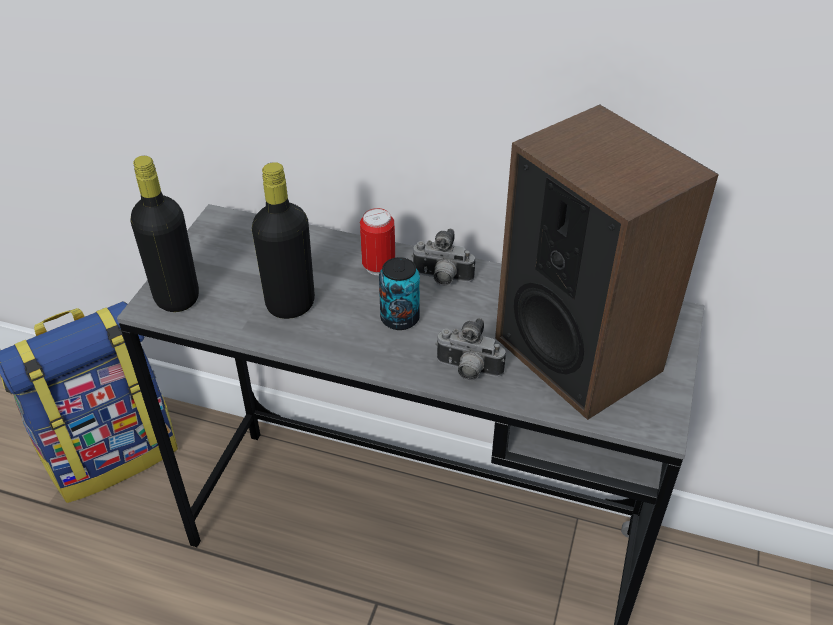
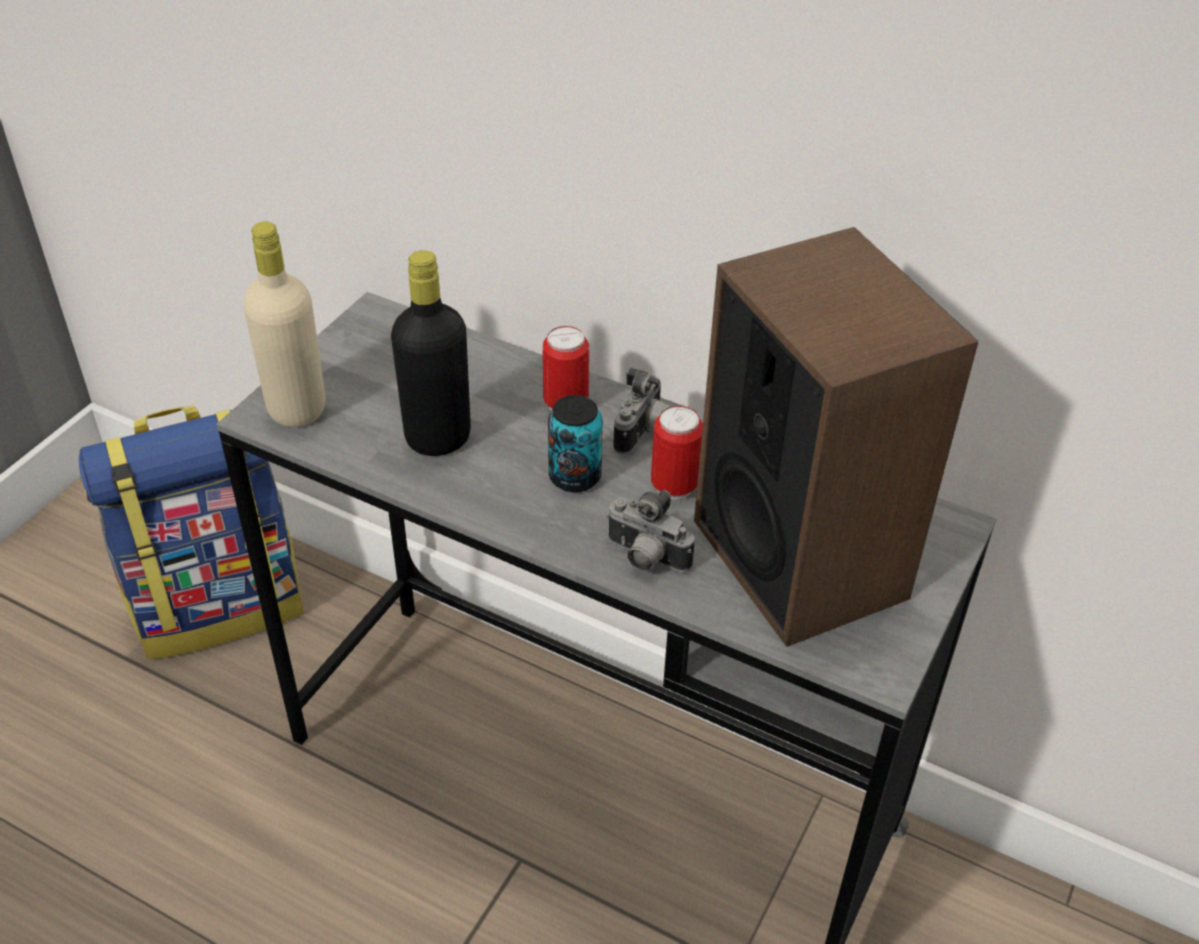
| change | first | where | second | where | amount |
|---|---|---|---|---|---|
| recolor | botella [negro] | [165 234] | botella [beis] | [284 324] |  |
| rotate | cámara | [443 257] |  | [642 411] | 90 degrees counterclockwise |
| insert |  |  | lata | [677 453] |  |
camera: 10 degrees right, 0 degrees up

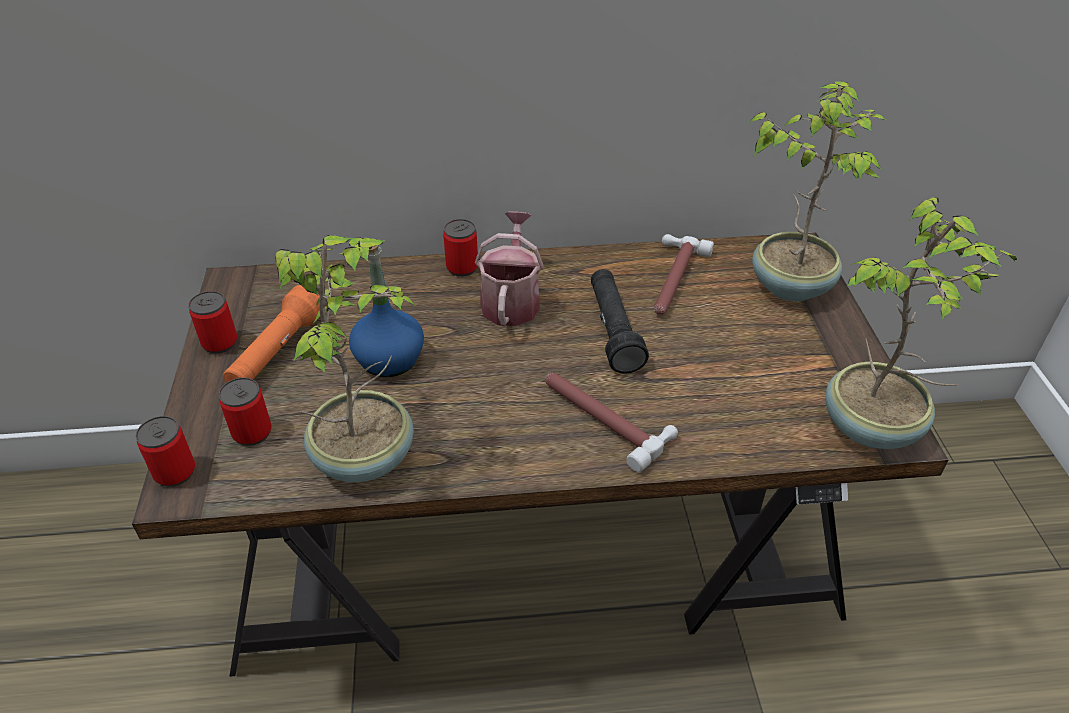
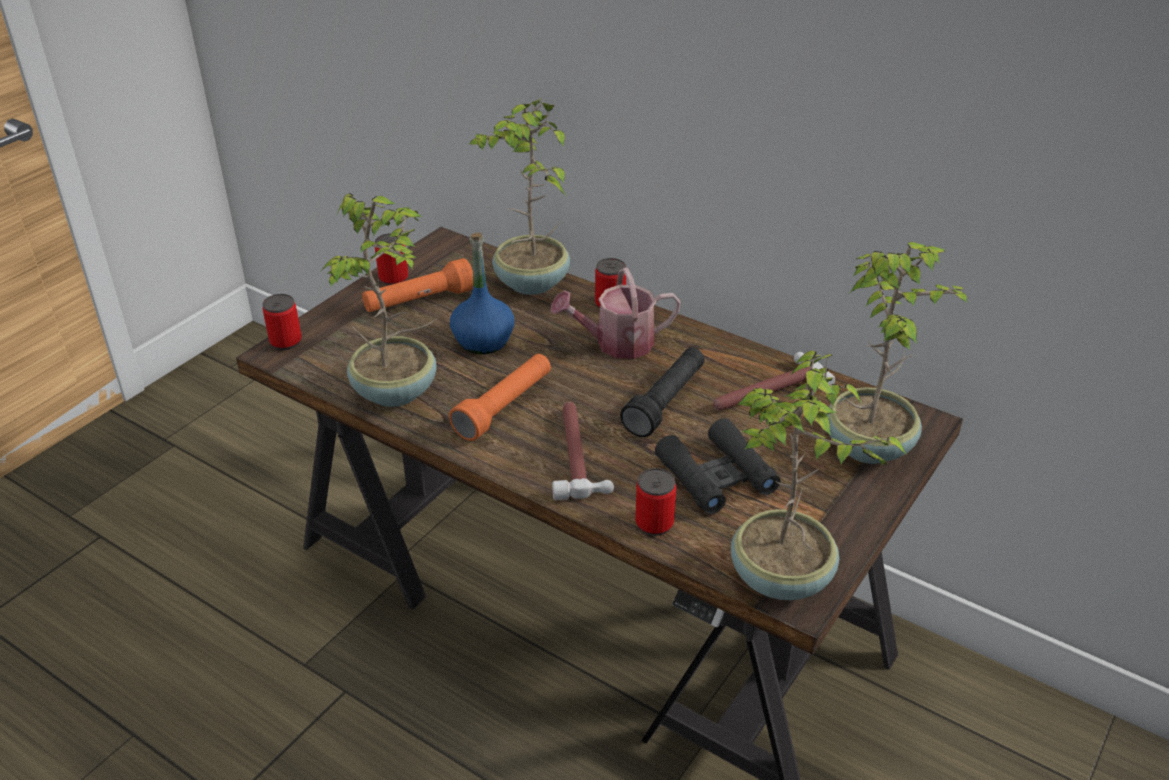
| change | first | where | second | where | amount |
|---|---|---|---|---|---|
| move | lata | [245 412] |  | [655 502] |  |
| rotate | regadera | [509 268] |  | [616 313] | 150 degrees counterclockwise |
| insert |  |  | linterna [naranja] | [500 397] |  |
| insert |  |  | planta en maceta | [519 196] |  |
| insert |  |  | prismáticos [negro] | [718 466] |  |
camera: 40 degrees right, 5 degrees down

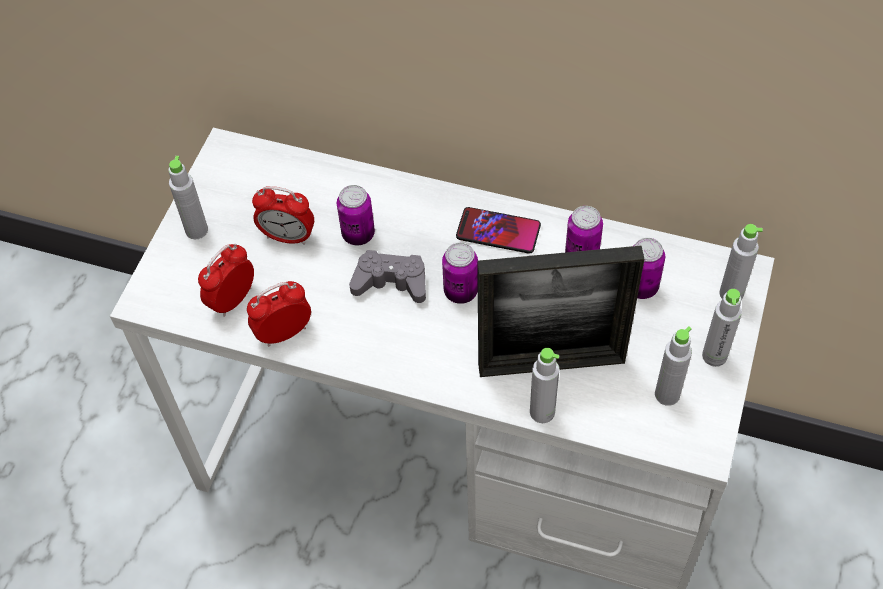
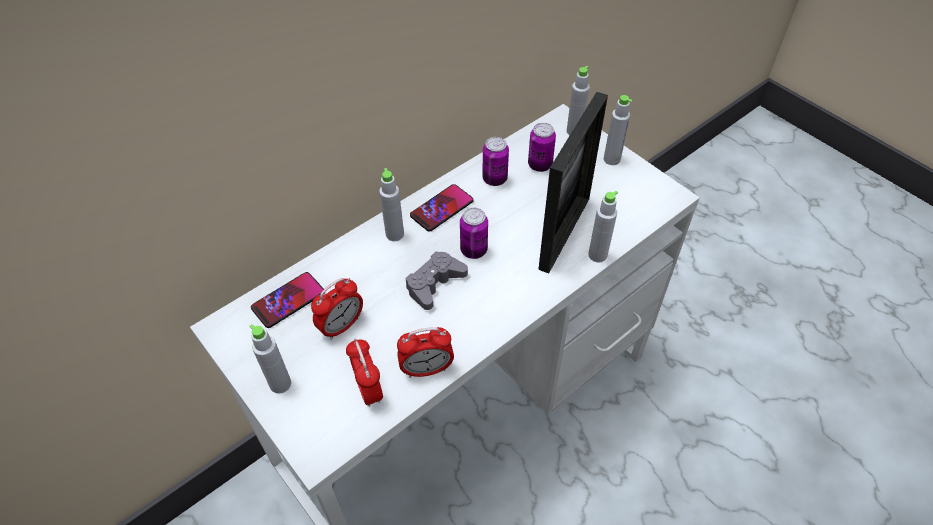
| change | first | where | second | where | amount |
|---|---|---|---|---|---|
| rotate | despertador | [279 314] |  | [425 352] | 105 degrees counterclockwise |
| delete | lata | [356 215] |  |  |  |
| move | botella [gris] | [673 366] |  | [391 204] |  |
| insert |  |  | móvil | [287 300] |  |
camera: 60 degrees left, 5 degrees down

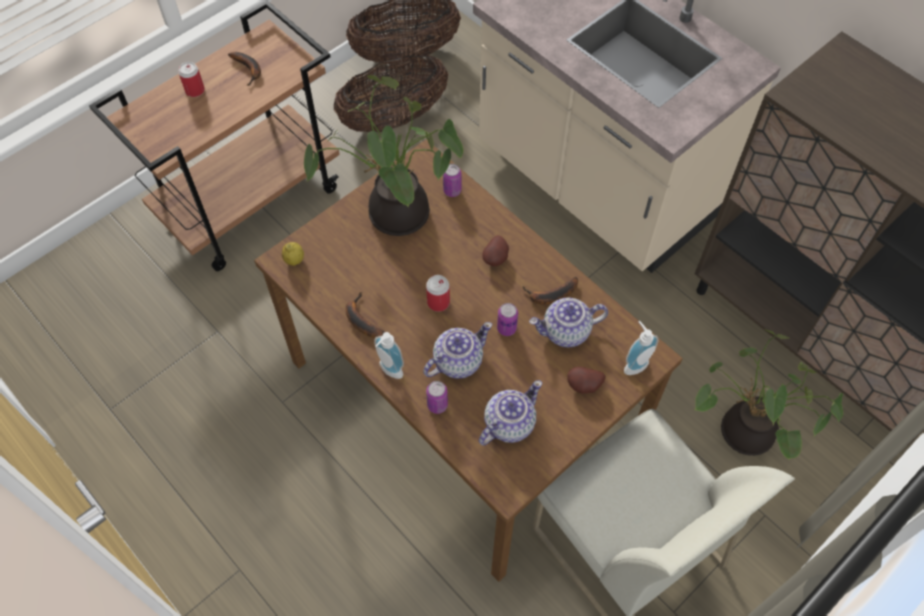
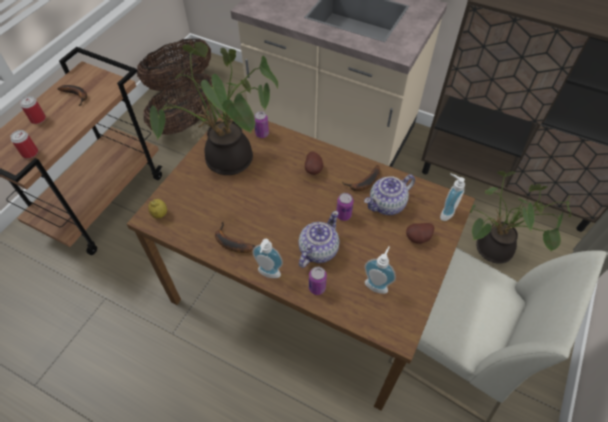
| change | first | where | second | where | amount |
|---|---|---|---|---|---|
| move | lata | [438 293] |  | [24 144] |  |
| replace | tetera | [510 412] | dispensador de jabón | [380 270] |  |
camera: 20 degrees left, 5 degrees down

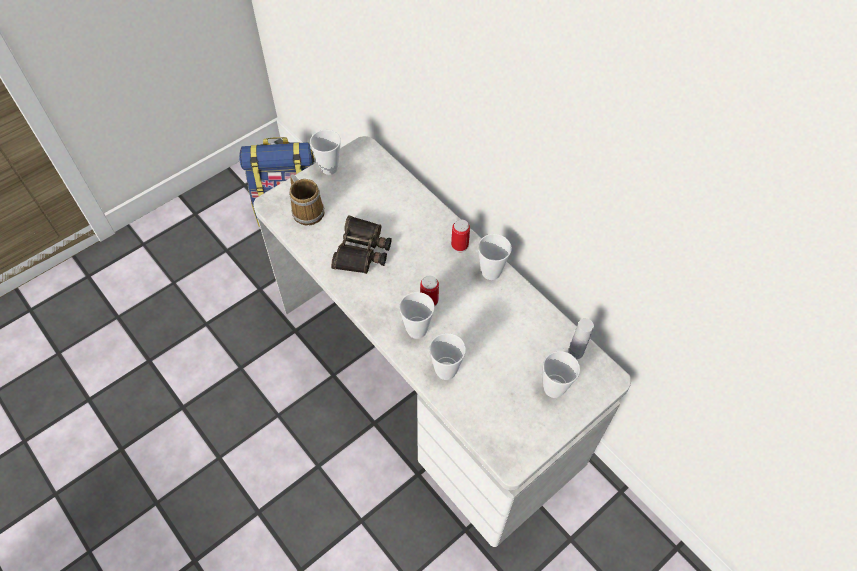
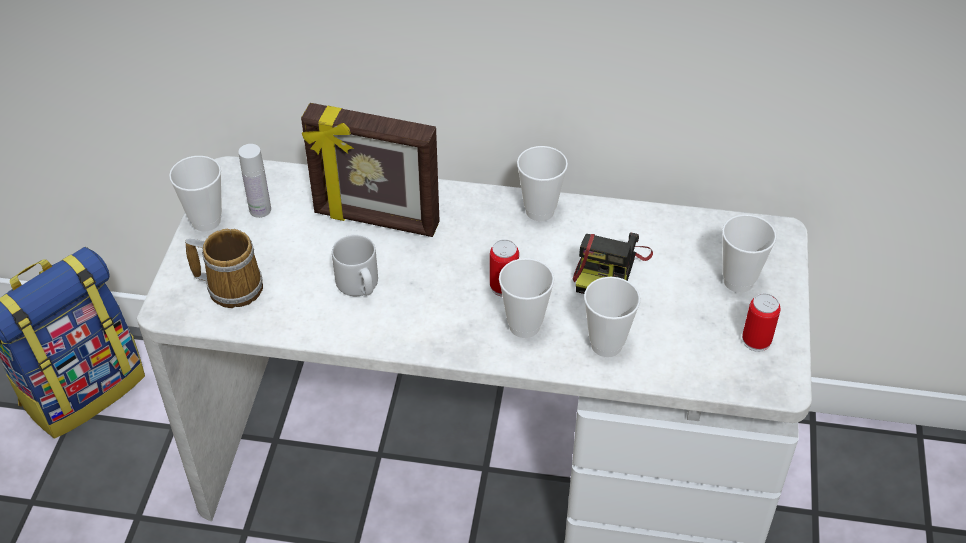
| change | first | where | second | where | amount |
|---|---|---|---|---|---|
| replace | prismáticos | [361 244] | taza grande [gris] | [355 265] |  |
| move | lata | [460 235] |  | [761 322] |  |
| move | botella [blanco] | [581 338] |  | [254 181] |  |
| insert |  |  | portarretratos | [370 170] |  |
| insert |  |  | cámara | [613 263] |  |
camera: 40 degrees left, 10 degrees down

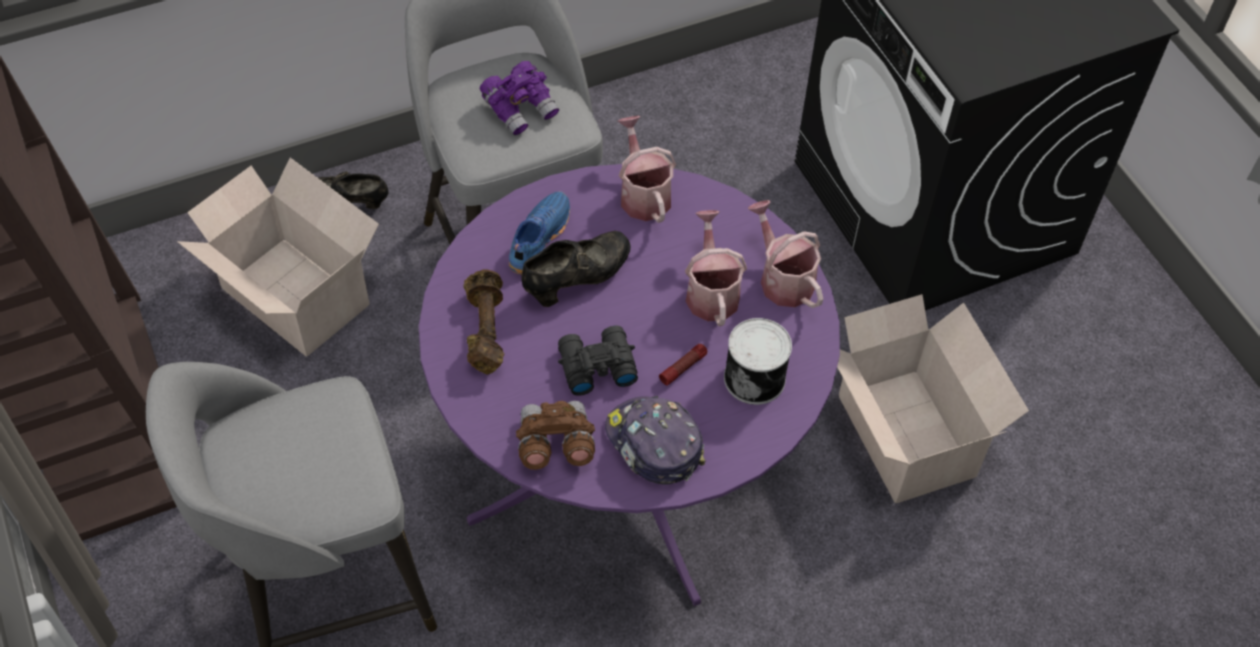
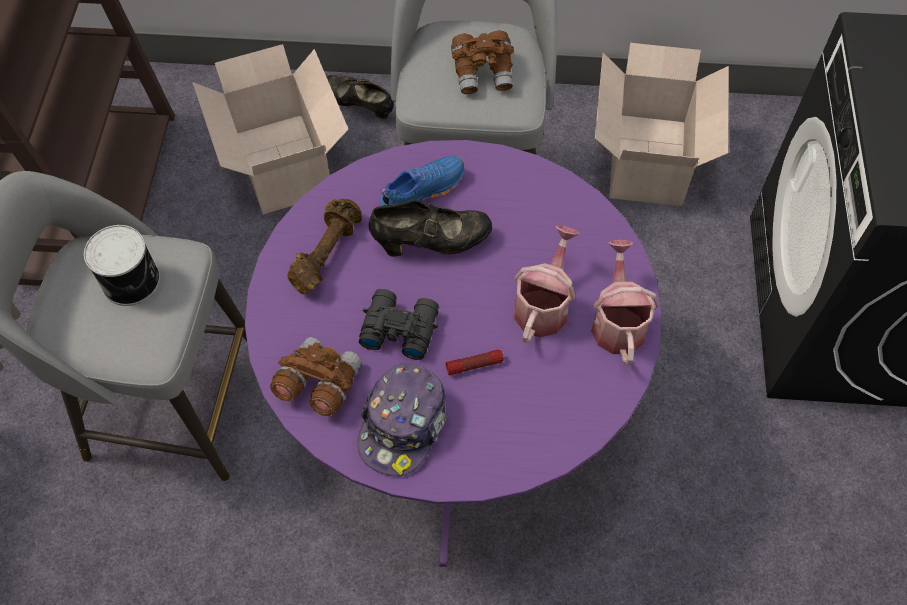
| change | first | where | second | where | amount |
|---|---|---|---|---|---|
| recolor | prismáticos [morado] | [519 98] | prismáticos [marrón] | [482 62] |  |
| rotate | gorra | [655 440] |  | [402 420] | 150 degrees counterclockwise |
| delete | regadera | [647 169] |  |  |  |
| move | lata | [758 361] |  | [122 265] |  |
| move | caja de cartón | [933 398] |  | [662 124] |  |
camera: 30 degrees right, 5 degrees up

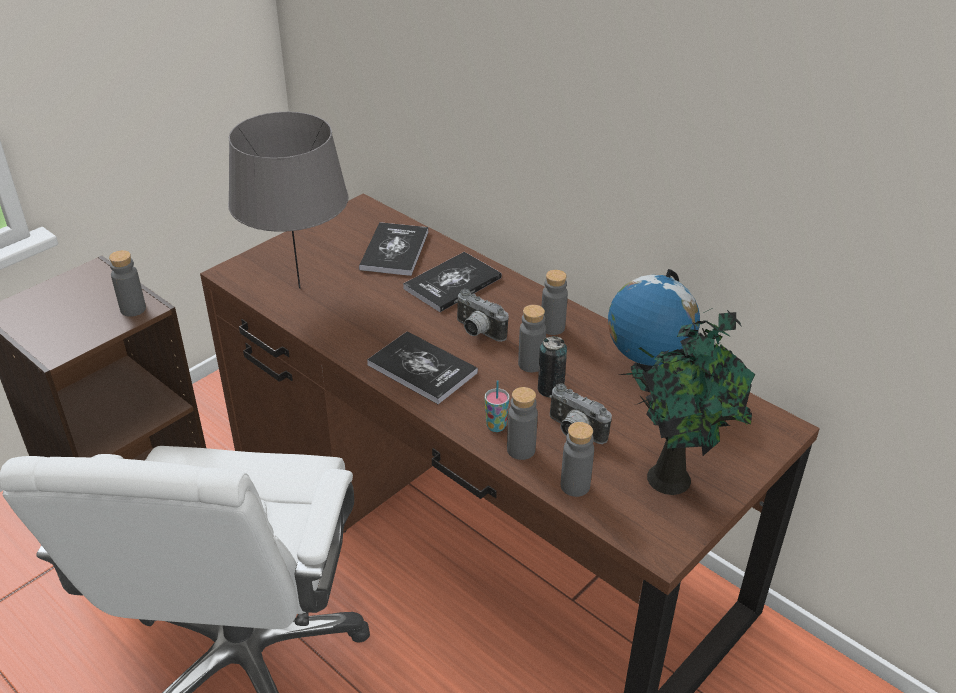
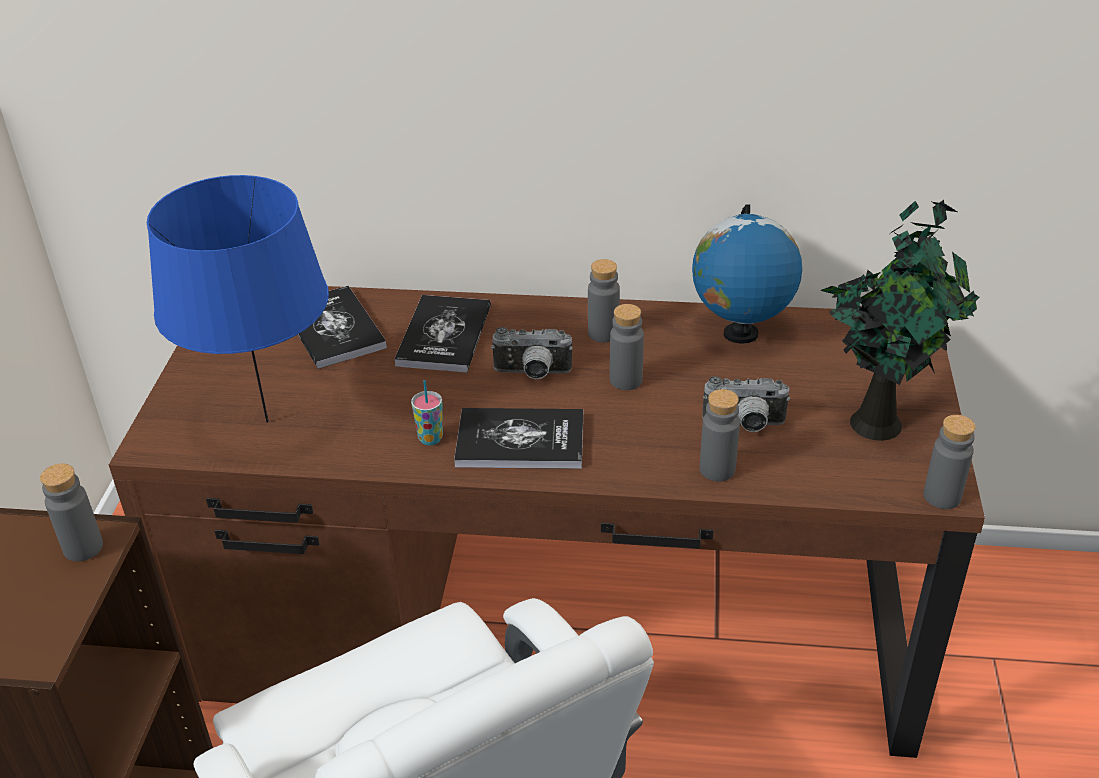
| change | first | where | second | where | amount |
|---|---|---|---|---|---|
| recolor | lámpara de mesa [gris] | [288 200] | lámpara de mesa [azul] | [238 299] |  |
| move | taza | [497 406] |  | [427 412] |  |
| delete | lata | [552 367] |  |  |  |
| move | botella [gris] | [577 459] |  | [950 462] |  |
camera: 35 degrees left, 0 degrees up

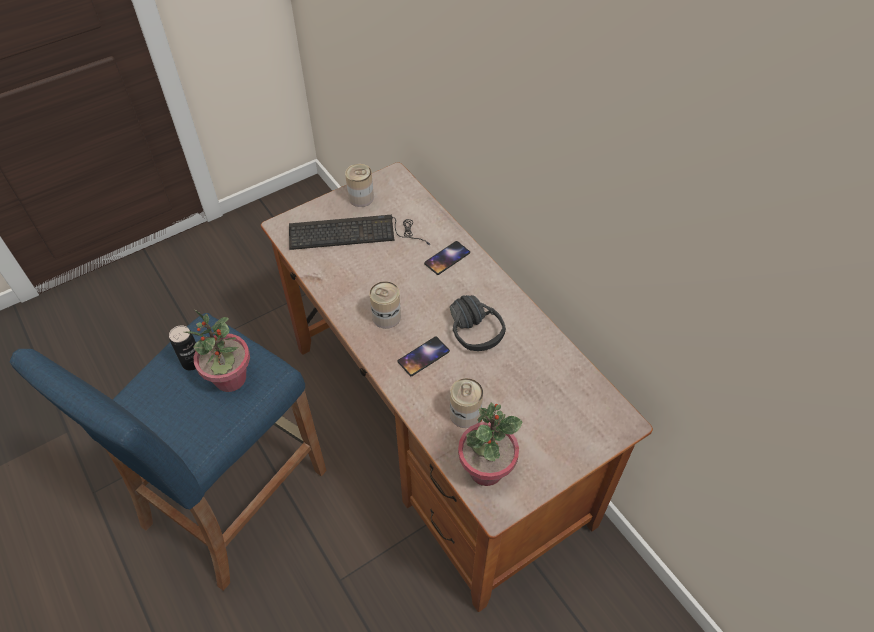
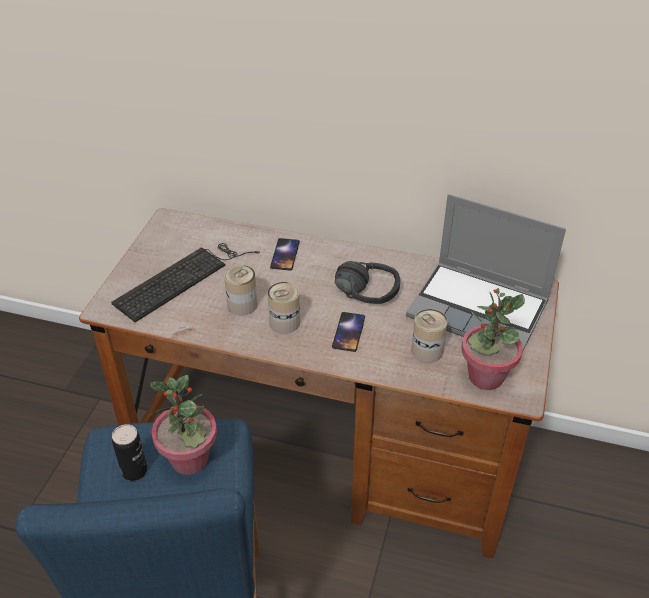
| change | first | where | second | where | amount |
|---|---|---|---|---|---|
| move | lata | [359 185] |  | [241 290] |  |
| insert |  |  | portátil | [486 273] |  |
camera: 40 degrees left, 10 degrees down

